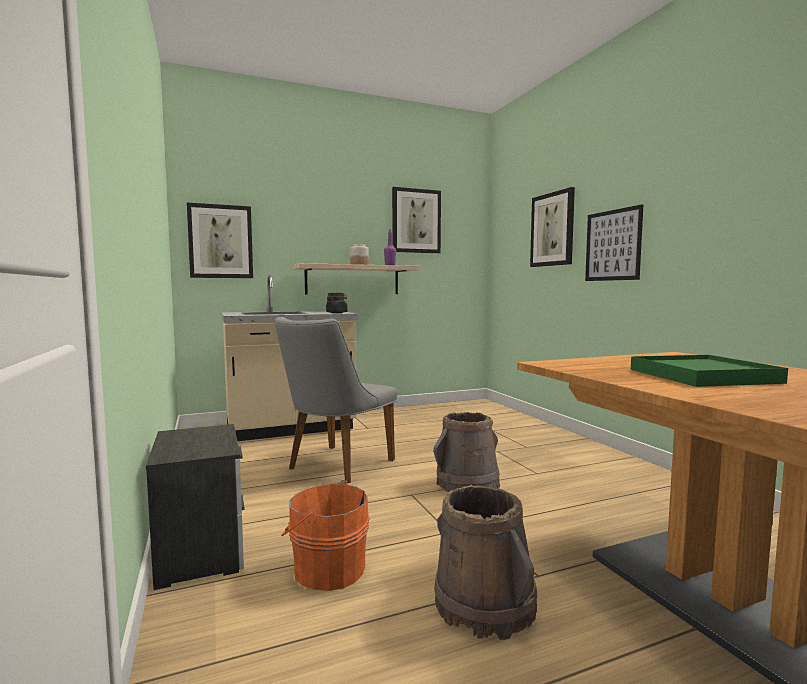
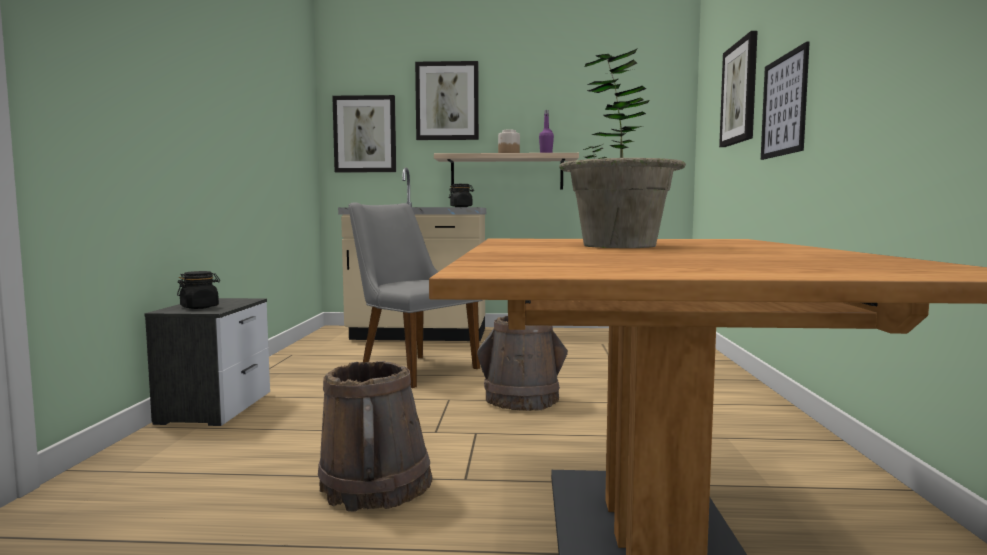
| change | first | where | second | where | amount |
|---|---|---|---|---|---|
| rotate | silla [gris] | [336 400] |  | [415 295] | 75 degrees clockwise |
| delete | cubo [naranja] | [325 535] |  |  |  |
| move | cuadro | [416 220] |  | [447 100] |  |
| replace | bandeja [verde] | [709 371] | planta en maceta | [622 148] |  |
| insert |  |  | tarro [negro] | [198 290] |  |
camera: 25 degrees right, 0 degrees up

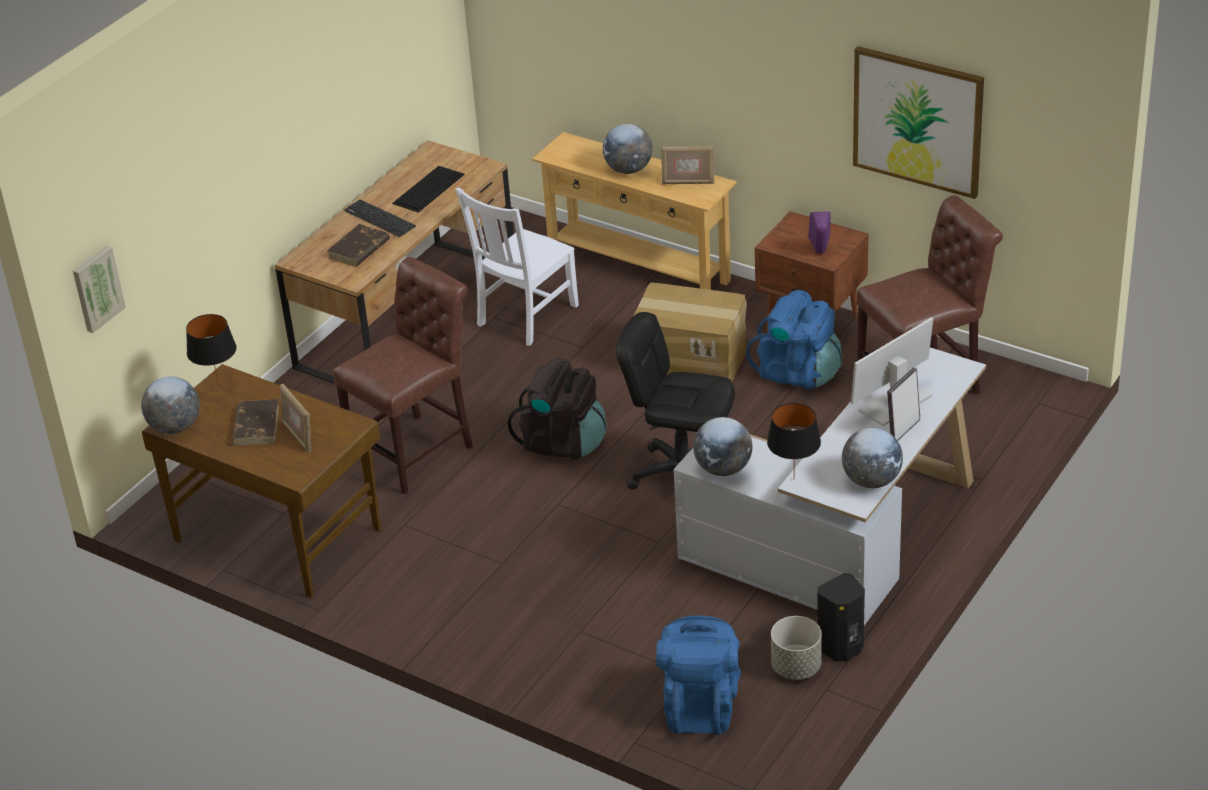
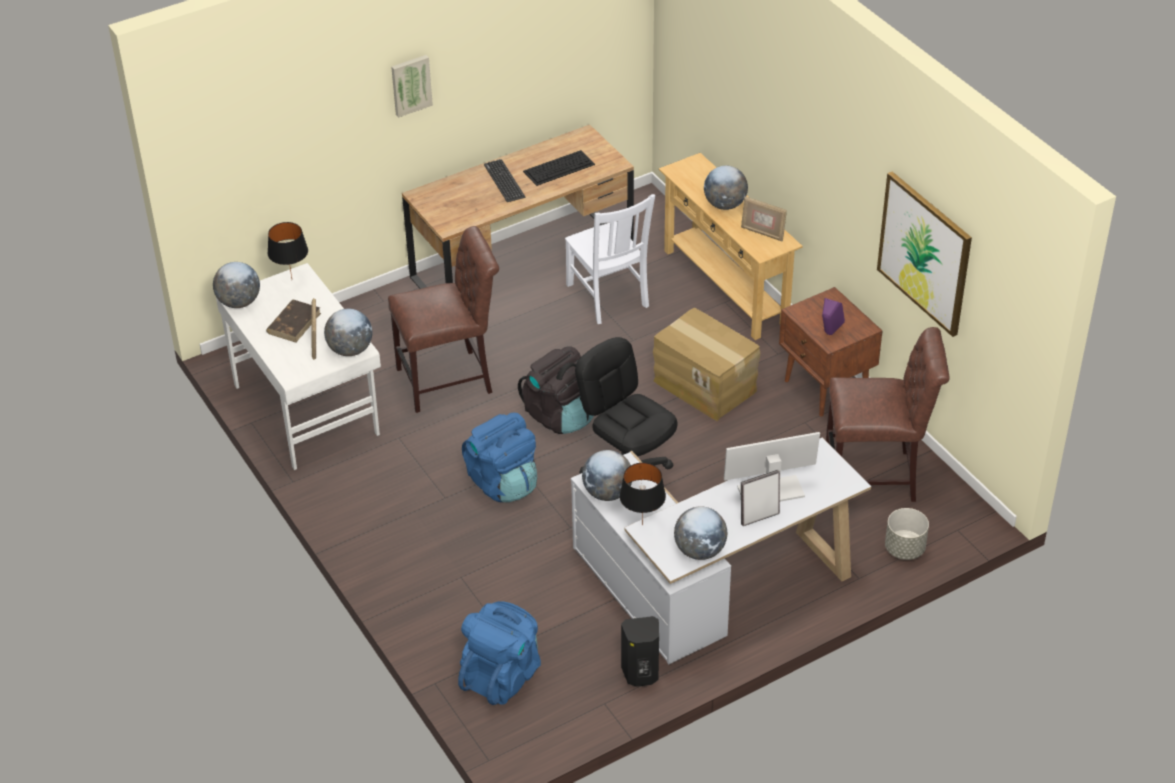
| change | first | where | second | where | amount |
|---|---|---|---|---|---|
| move | cuadro | [99 289] |  | [412 86] |  |
| recolor | escritorio [marrón] | [261 481] | escritorio [blanco] | [298 366] |  |
| delete | libro [marrón] | [358 245] |  |  |  |
| rotate | silla [blanco] | [517 267] |  | [610 259] | 90 degrees counterclockwise |
| move | mochila [azul] | [794 340] |  | [499 457] |  |
| move | maceta [gris] | [796 648] |  | [907 534] |  |
| insert |  |  | globo terráqueo | [348 332] |  |
camera: 25 degrees right, 5 degrees up

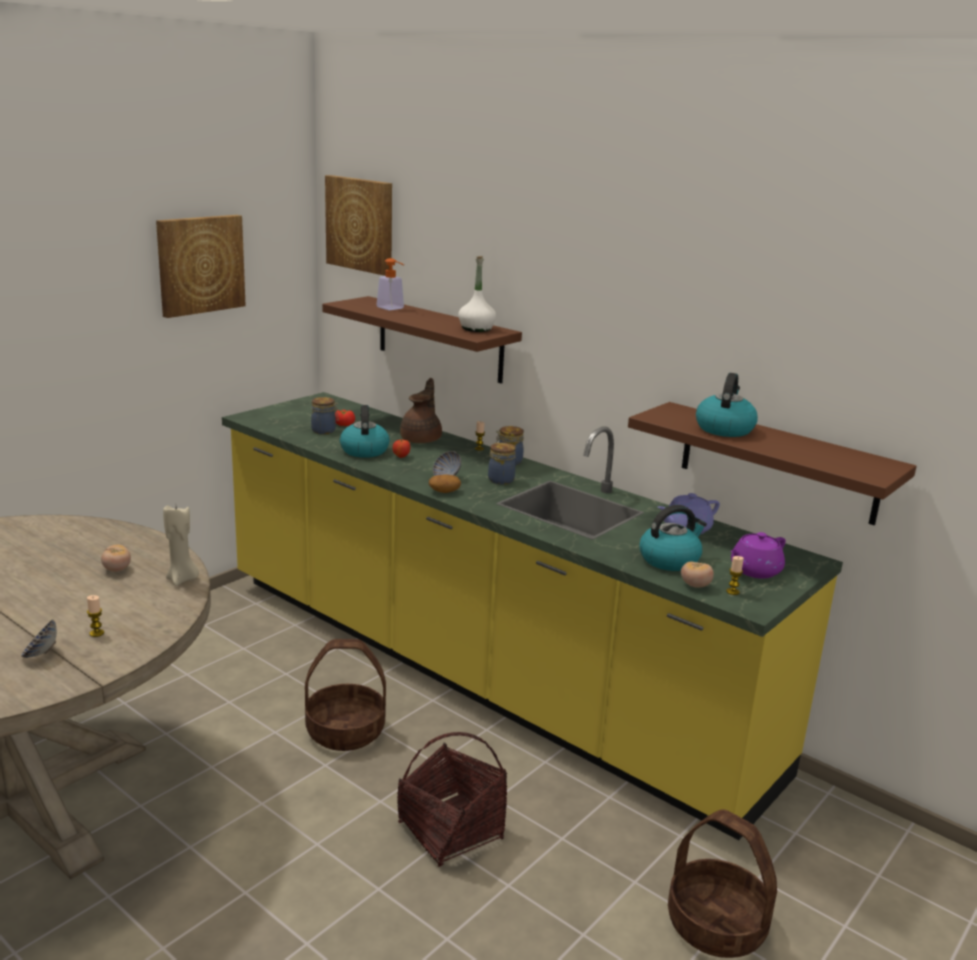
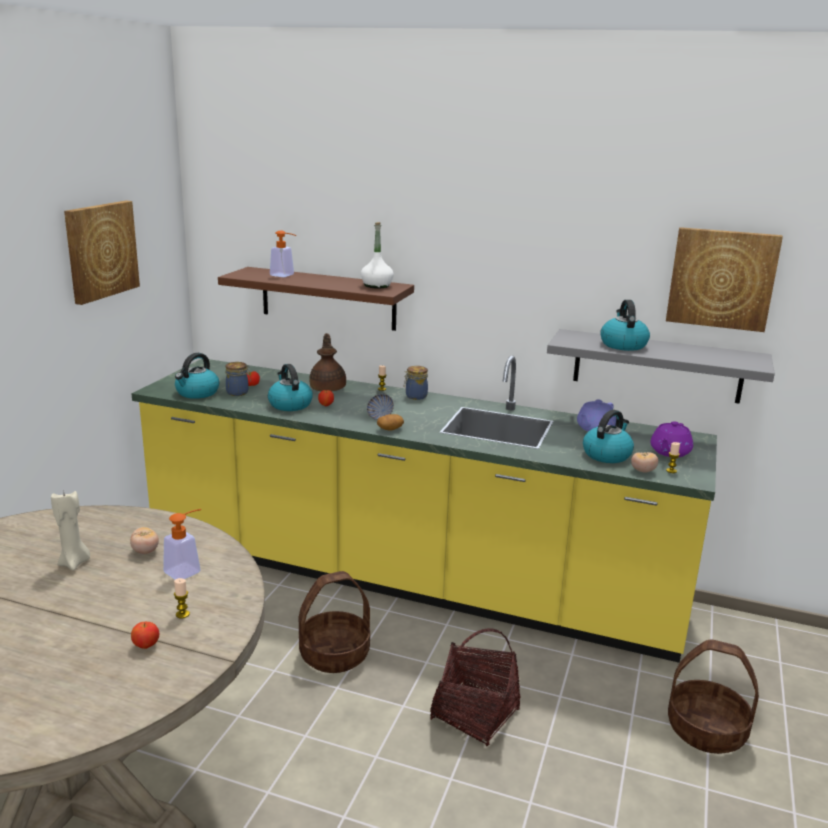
| change | first | where | second | where | amount |
|---|---|---|---|---|---|
| replace | cuenco | [39 638] | manzana | [145 635] |  |
| move | vela [beis] | [181 546] |  | [70 530] |  |
| move | cuadro | [358 225] |  | [724 279] |  |
| delete | tarro | [502 464] |  |  |  |
| recolor | estante [marrón] | [772 463] | estante [gris] | [661 366] |  |
| insert |  |  | dispensador de jabón | [182 544] |  |
| insert |  |  | hervidor | [197 376] |  |
camera: 20 degrees left, 0 degrees up

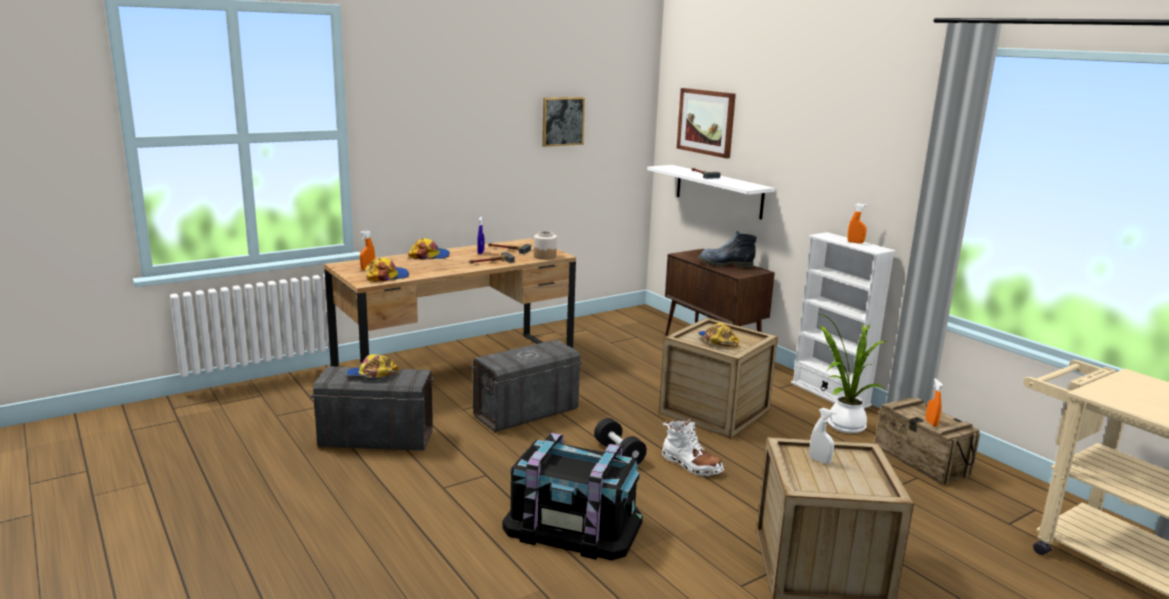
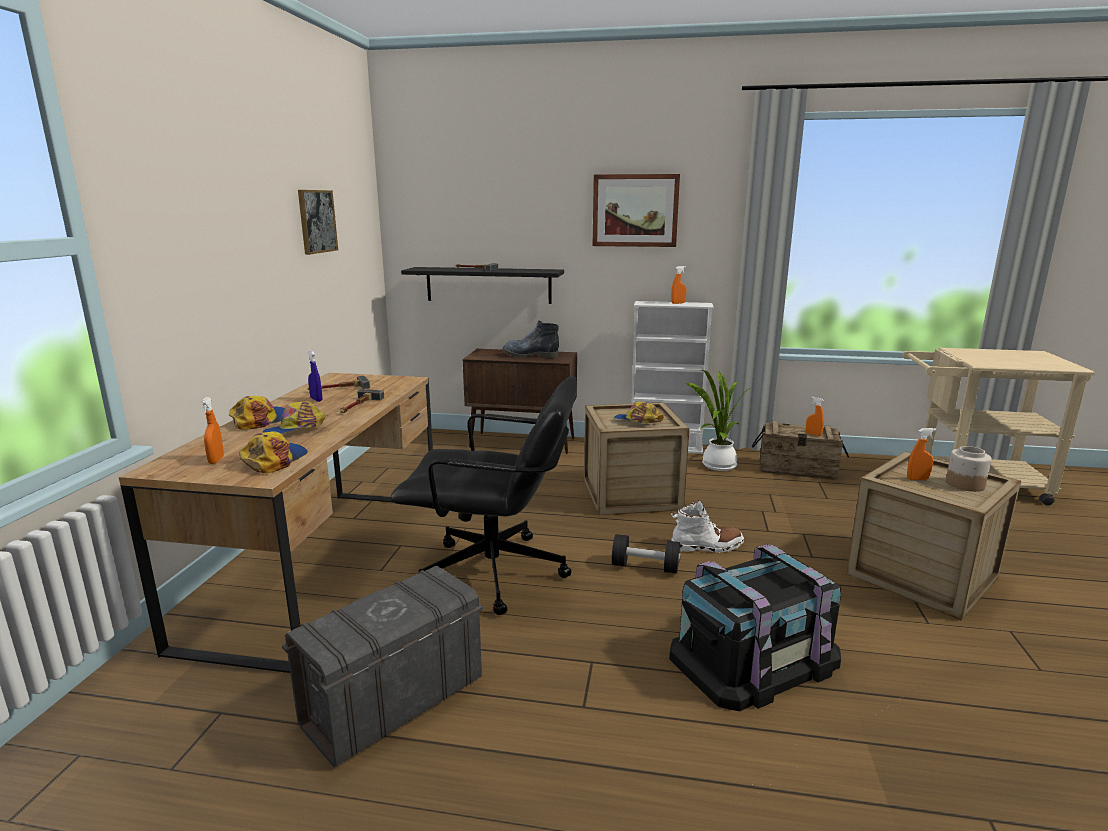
| change | first | where | second | where | amount |
|---|---|---|---|---|---|
| move | gorra | [372 366] |  | [295 417] |  |
| replace | caja de almacenaje [gris] | [526 386] | silla de oficina [negro] | [483 495] |  |
| move | tarro | [545 245] |  | [968 469] |  |
| recolor | estante [blanco] | [711 192] | estante [negro] | [482 285] |  |
| move | cuadro | [706 123] |  | [636 210] |  |
| rotate | bota | [727 249] |  | [530 339] | 45 degrees clockwise |
| recolor | pulverizador [blanco] | [822 436] | pulverizador [naranja] | [922 454] |  |
camera: 45 degrees left, 0 degrees up

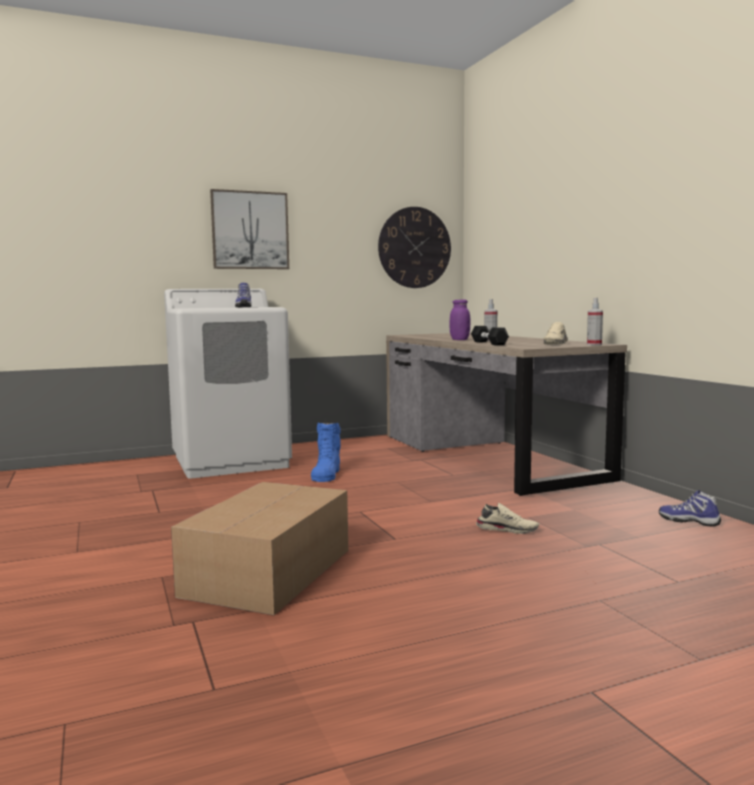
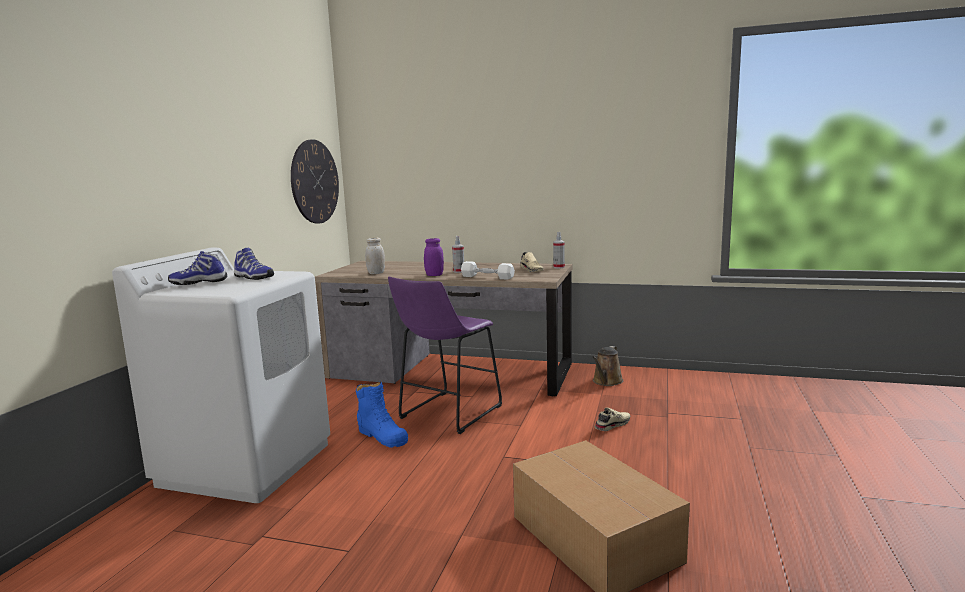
| change | first | where | second | where | amount |
|---|---|---|---|---|---|
| delete | cuadro | [249 229] |  |  |  |
| recolor | mancuerna [negro] | [490 335] | mancuerna [blanco] | [488 270] |  |
| move | zapato | [690 508] |  | [197 268] |  |
| insert |  |  | tarro [blanco] | [375 256] |  |
| insert |  |  | taburete [morado] | [445 355] |  |
| insert |  |  | regadera [marrón] | [607 366] |  |
camera: 50 degrees left, 5 degrees up

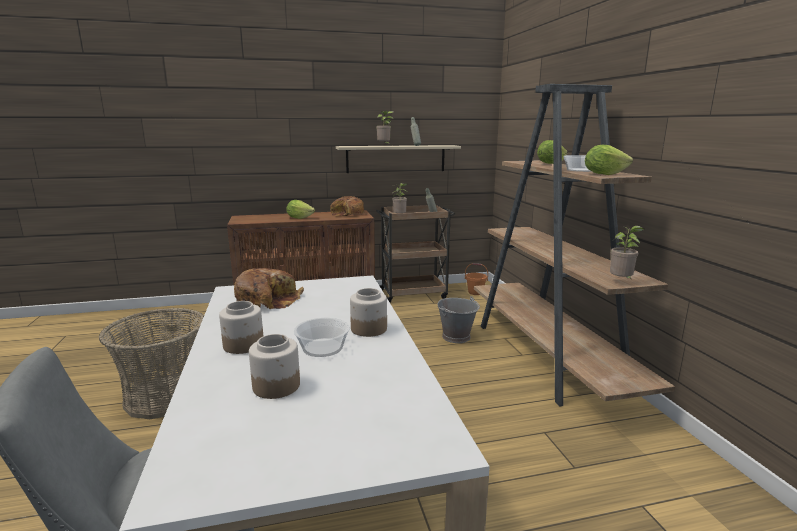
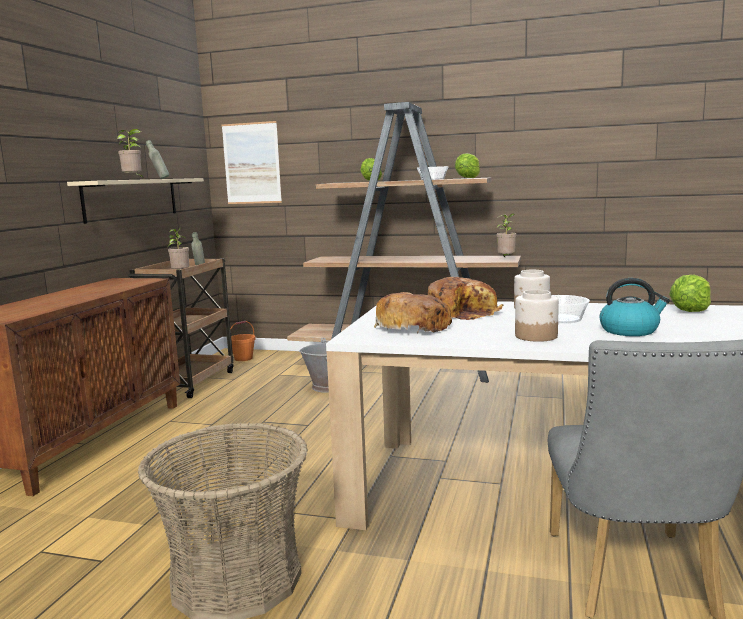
| change | first | where | second | where | amount |
|---|---|---|---|---|---|
| replace | tarro | [274 366] | hervidor | [635 307] |  |
| move | lechuga | [300 209] |  | [690 293] |  |
| move | pan | [347 206] |  | [465 298] |  |
| insert |  |  | cuadro | [251 162] |  |
camera: 60 degrees left, 5 degrees down

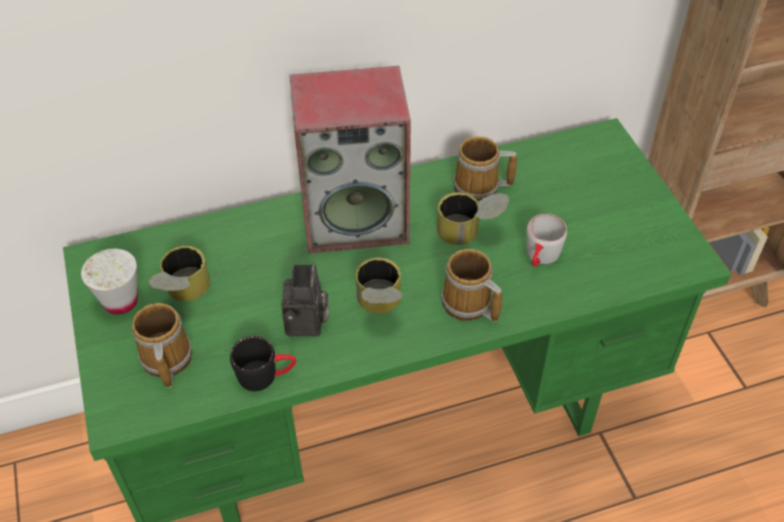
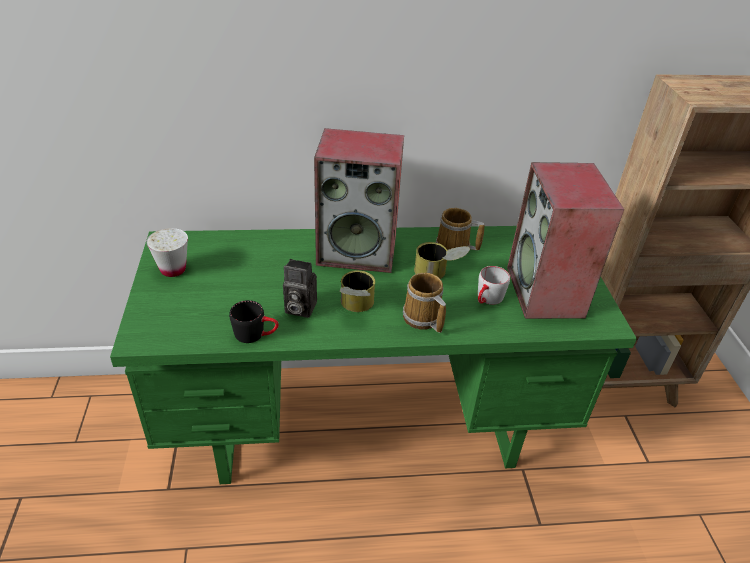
| change | first | where | second | where | amount |
|---|---|---|---|---|---|
| delete | taza grande | [162 345] |  |  |  |
| delete | lata | [179 273] |  |  |  |
| rotate | cámara | [305 299] |  | [300 288] | 90 degrees clockwise |
| insert |  |  | altavoz | [565 240] |  |
camera: 10 degrees right, 10 degrees down

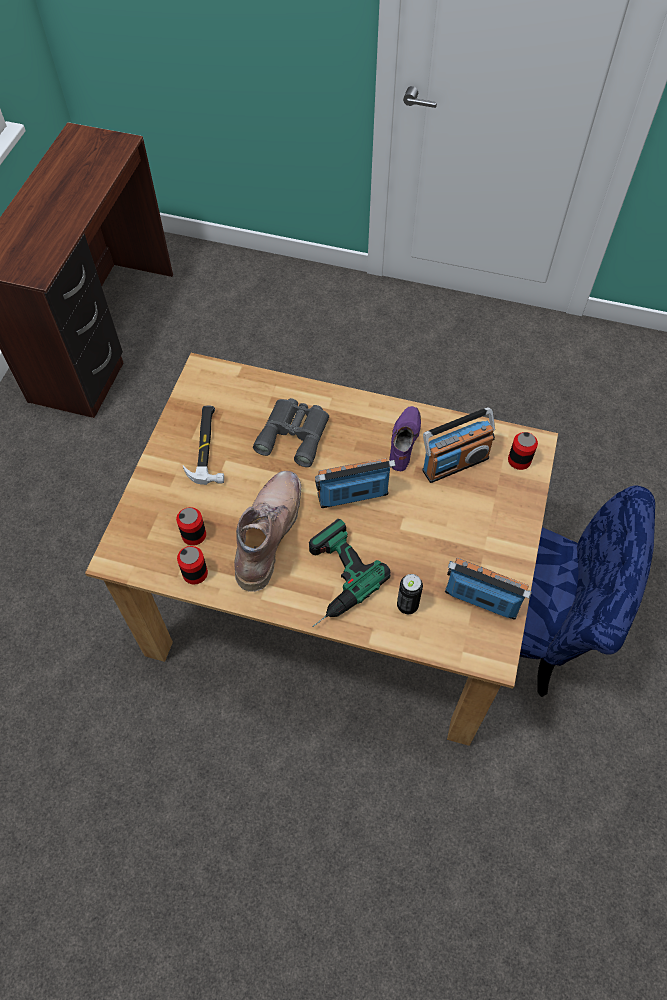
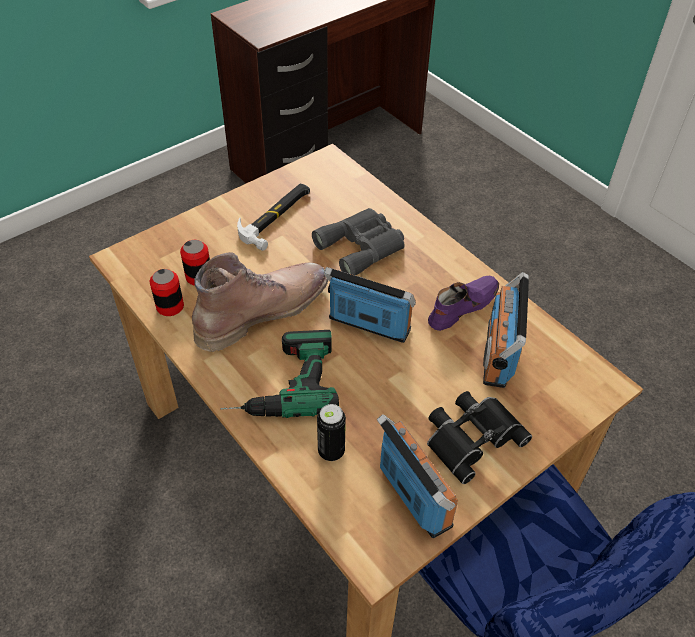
| change | first | where | second | where | amount |
|---|---|---|---|---|---|
| rotate | radio | [458 445] |  | [506 330] | 90 degrees clockwise |
| delete | lata | [523 451] |  |  |  |
| insert |  |  | prismáticos [negro] | [479 437] |  |
camera: 35 degrees right, 10 degrees down

